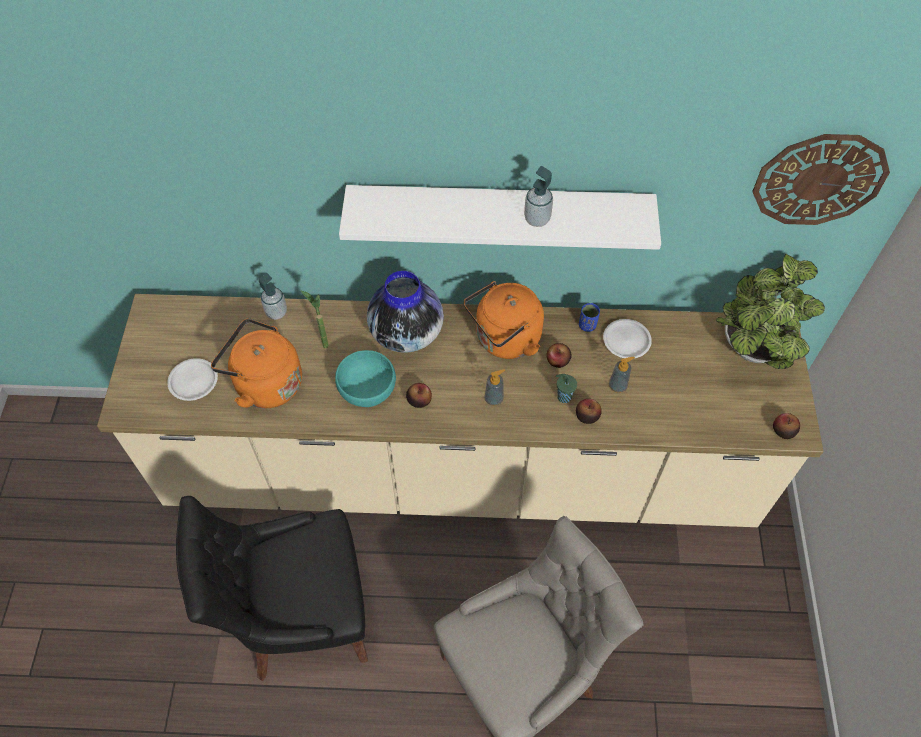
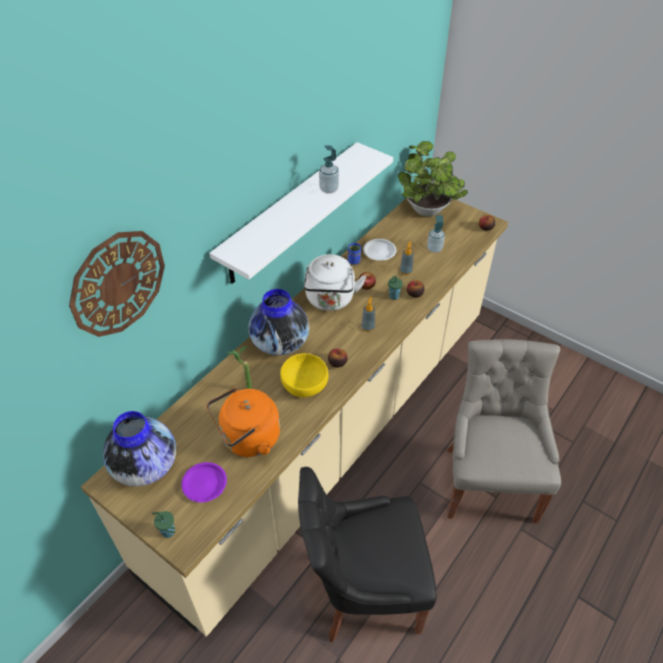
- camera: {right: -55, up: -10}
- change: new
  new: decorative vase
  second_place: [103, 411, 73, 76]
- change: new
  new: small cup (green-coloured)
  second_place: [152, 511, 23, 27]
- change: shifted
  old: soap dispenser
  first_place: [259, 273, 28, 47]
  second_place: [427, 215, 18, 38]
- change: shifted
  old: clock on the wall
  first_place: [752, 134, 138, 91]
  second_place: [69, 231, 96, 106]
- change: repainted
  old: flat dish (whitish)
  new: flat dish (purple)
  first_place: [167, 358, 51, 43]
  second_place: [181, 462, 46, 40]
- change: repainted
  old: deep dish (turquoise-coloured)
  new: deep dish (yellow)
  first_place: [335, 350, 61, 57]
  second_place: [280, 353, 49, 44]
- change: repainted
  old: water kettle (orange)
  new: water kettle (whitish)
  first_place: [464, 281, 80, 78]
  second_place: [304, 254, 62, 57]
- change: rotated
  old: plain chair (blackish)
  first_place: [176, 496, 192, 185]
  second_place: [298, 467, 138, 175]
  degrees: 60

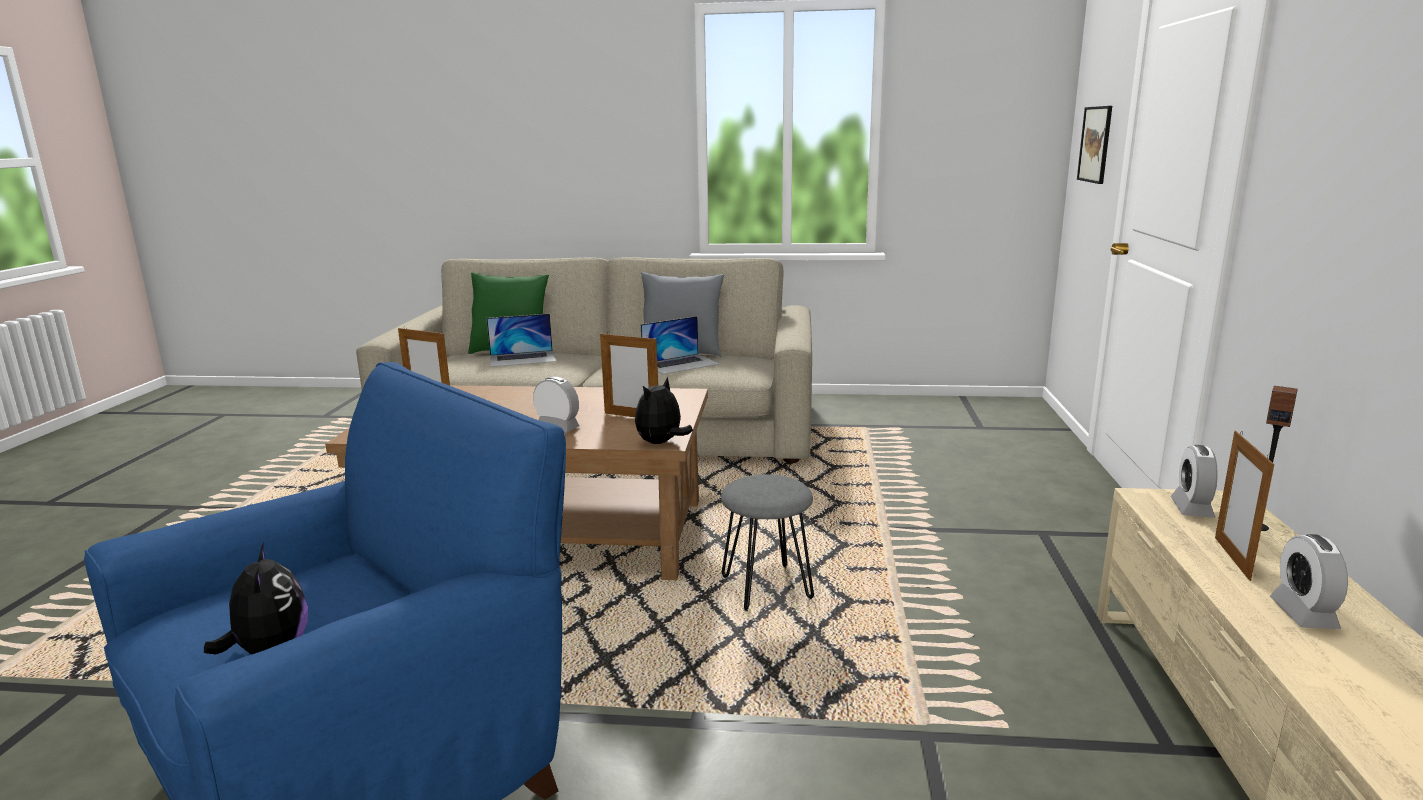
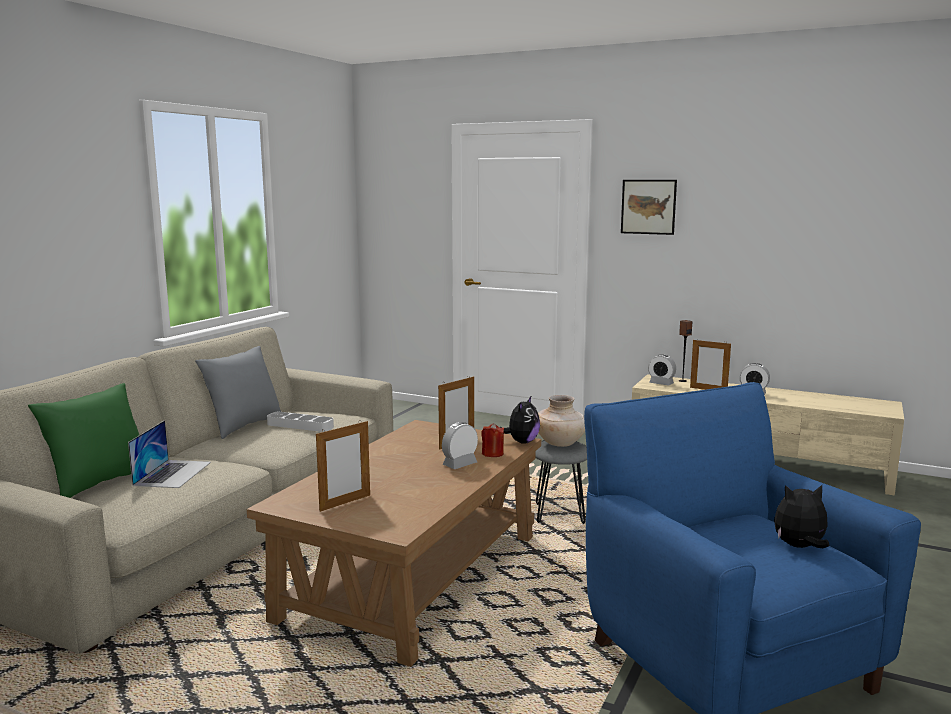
- camera: {right: -70, up: -5}
- change: new
  new: wax candle (reddish)
  second_place: [481, 423, 23, 34]
- change: new
  new: decorative vase (beige-coloured)
  second_place: [538, 395, 47, 52]
- change: shifted
  old: picture
  first_place: [1077, 106, 35, 78]
  second_place: [621, 180, 56, 55]
- change: swapped
  old: laptop
  new: carrying tray (grey)
  first_place: [641, 316, 79, 58]
  second_place: [267, 412, 67, 20]
- change: rotated
  old: plush toy
  first_place: [635, 377, 58, 67]
  second_place: [500, 397, 40, 47]
  degrees: -120

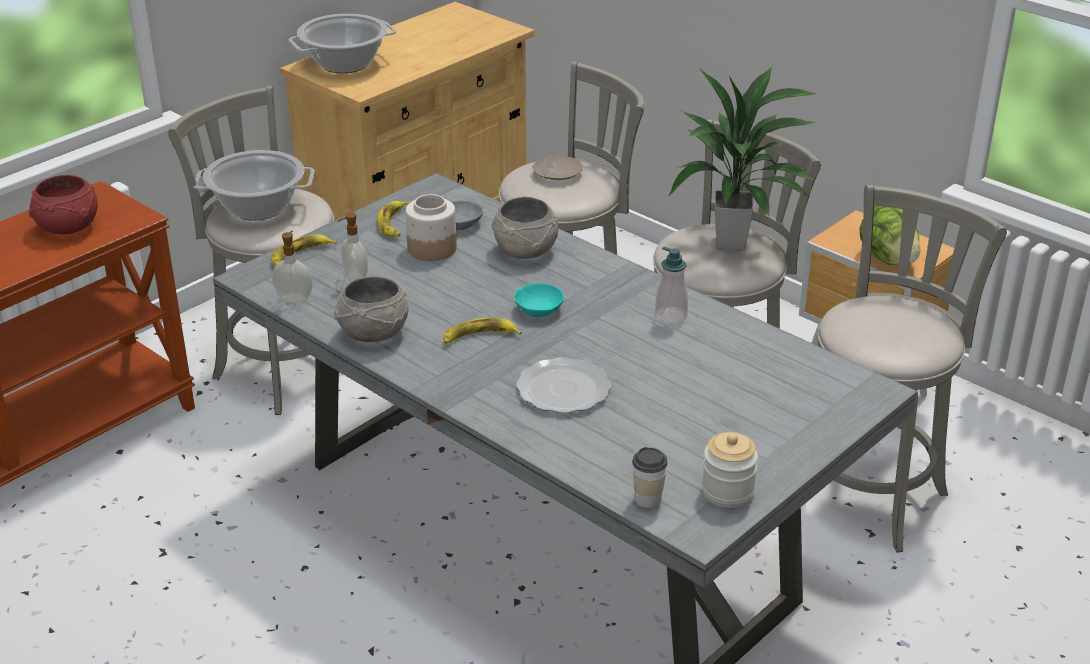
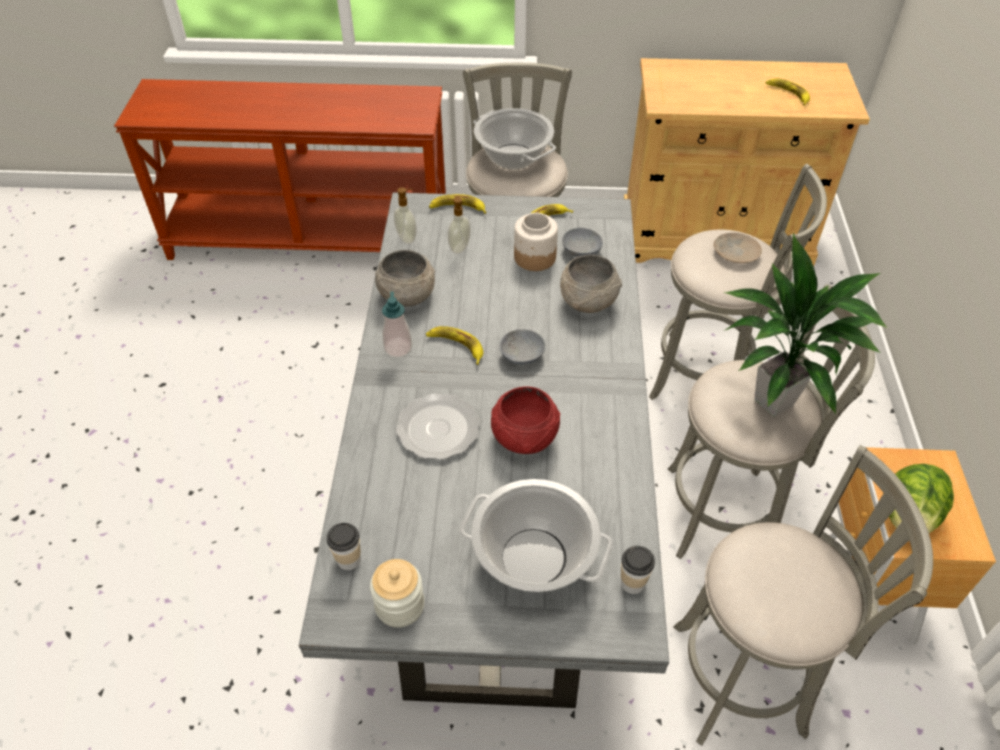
- camera: {right: 50, up: 15}
- change: new
  new: small cup
  second_place: [621, 546, 34, 48]
- change: new
  new: banana fruit
  second_place: [765, 78, 45, 28]
- change: shifted
  old: deep dish (reddish)
  first_place: [29, 175, 69, 59]
  second_place: [491, 387, 69, 67]
- change: shifted
  old: cooking pot
  first_place: [289, 14, 107, 59]
  second_place: [459, 479, 154, 113]
- change: shifted
  old: soap dispenser
  first_place: [655, 246, 33, 78]
  second_place: [382, 292, 30, 66]
- change: repainted
  old: deep dish (turquoise-coloured)
  new: deep dish (grey)
  first_place: [514, 283, 50, 34]
  second_place: [499, 329, 47, 36]

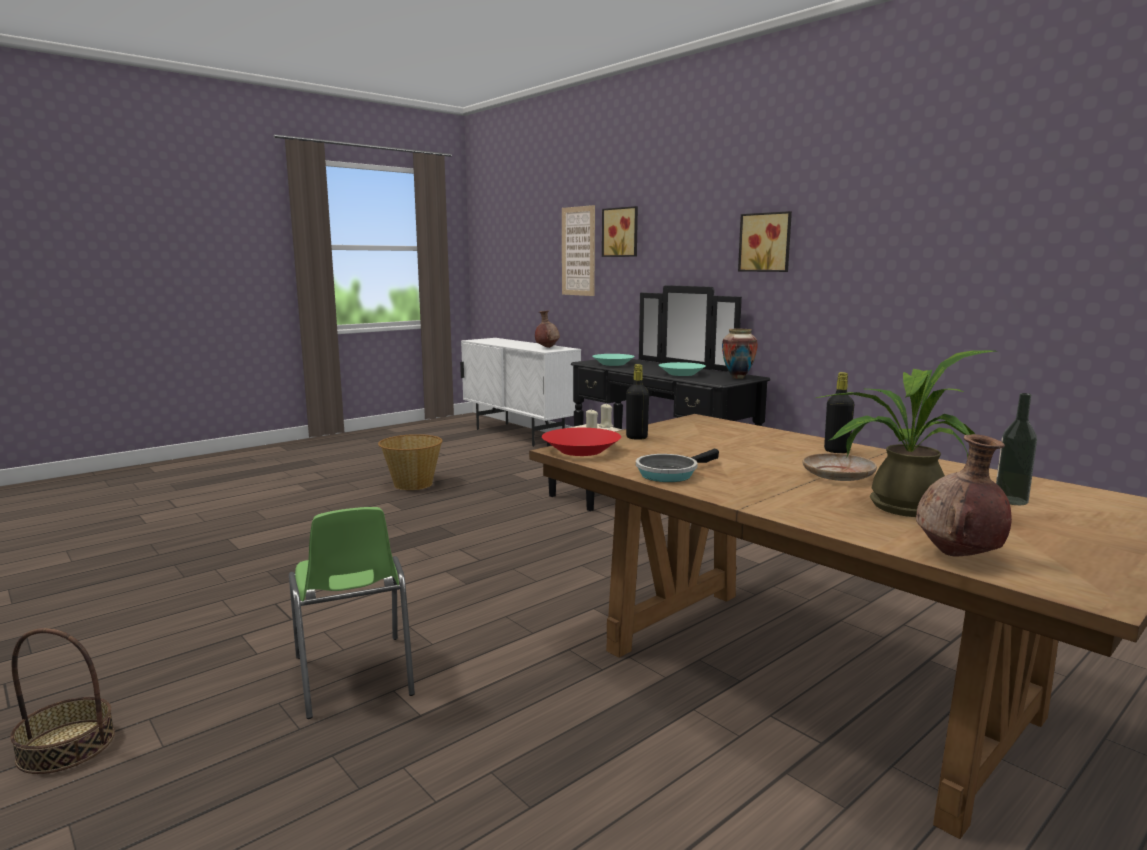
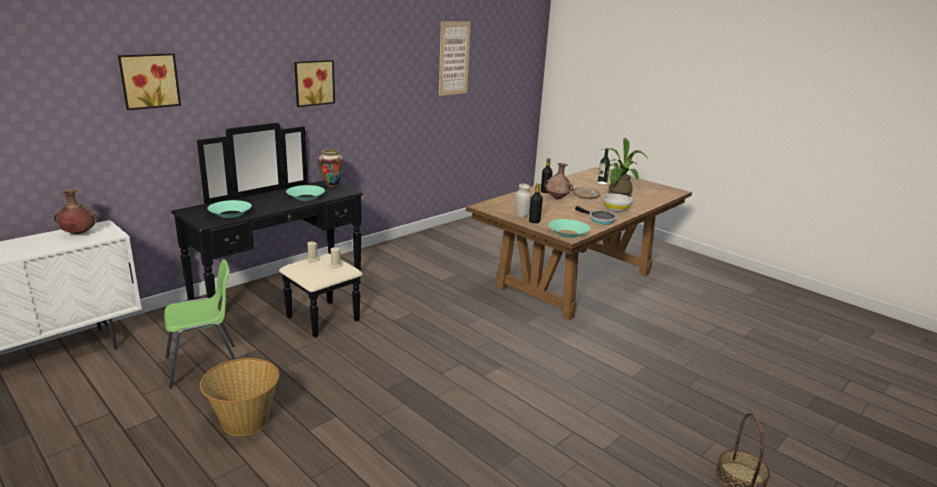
- camera: {right: -95, up: 10}
- change: new
  new: jar (whitish)
  second_place: [515, 184, 16, 34]
- change: new
  new: deep dish (whitish)
  second_place: [603, 194, 30, 18]
- change: shifted
  old: plain chair (green-coloured)
  first_place: [289, 507, 126, 212]
  second_place: [164, 259, 72, 130]
- change: shifted
  old: picture
  first_place: [562, 205, 33, 91]
  second_place: [439, 21, 32, 75]
- change: shifted
  old: decorative vase (brownish)
  first_place: [916, 434, 96, 122]
  second_place: [544, 163, 29, 36]
- change: repainted
  old: deep dish (reddish)
  new: deep dish (turquoise-coloured)
  first_place: [542, 428, 79, 28]
  second_place: [548, 219, 42, 19]

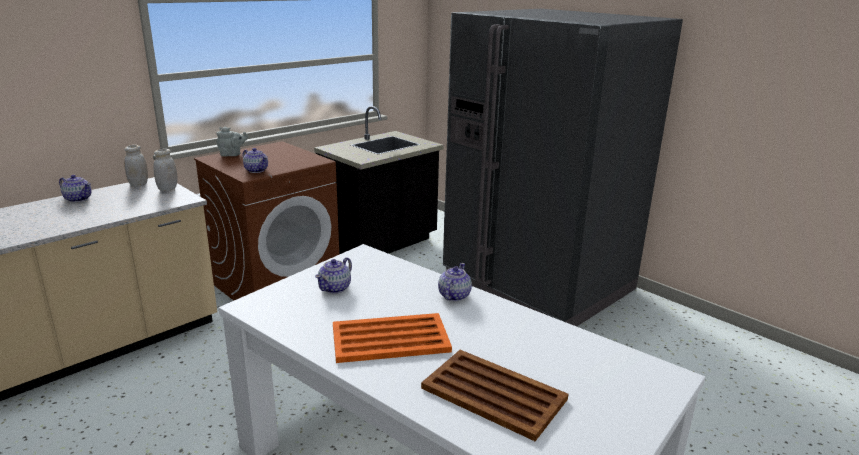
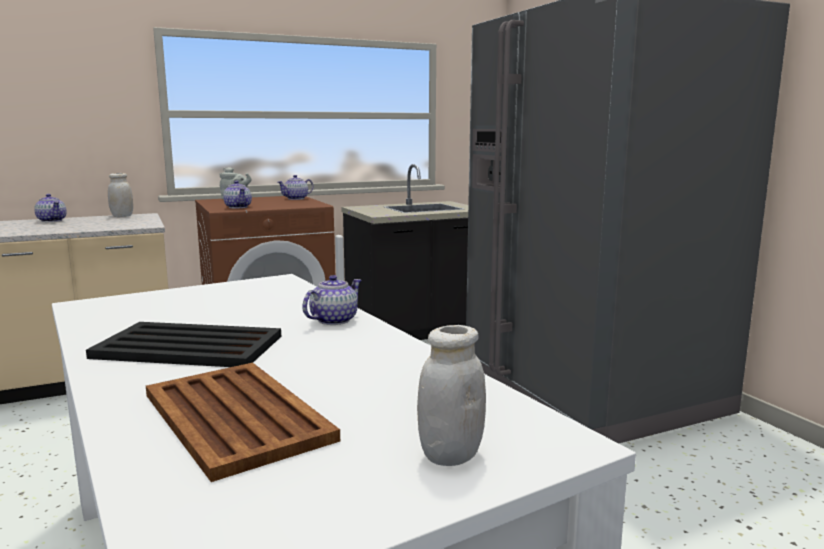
- camera: {right: 20, up: -10}
- change: shifted
  old: jar (whitish)
  first_place: [153, 149, 25, 42]
  second_place: [417, 325, 69, 141]
- change: shifted
  old: tea pot
  first_place: [315, 257, 37, 37]
  second_place: [278, 175, 35, 25]
- change: repainted
  old: carrying tray (orange)
  new: carrying tray (blackish)
  first_place: [333, 313, 119, 50]
  second_place: [86, 322, 195, 45]

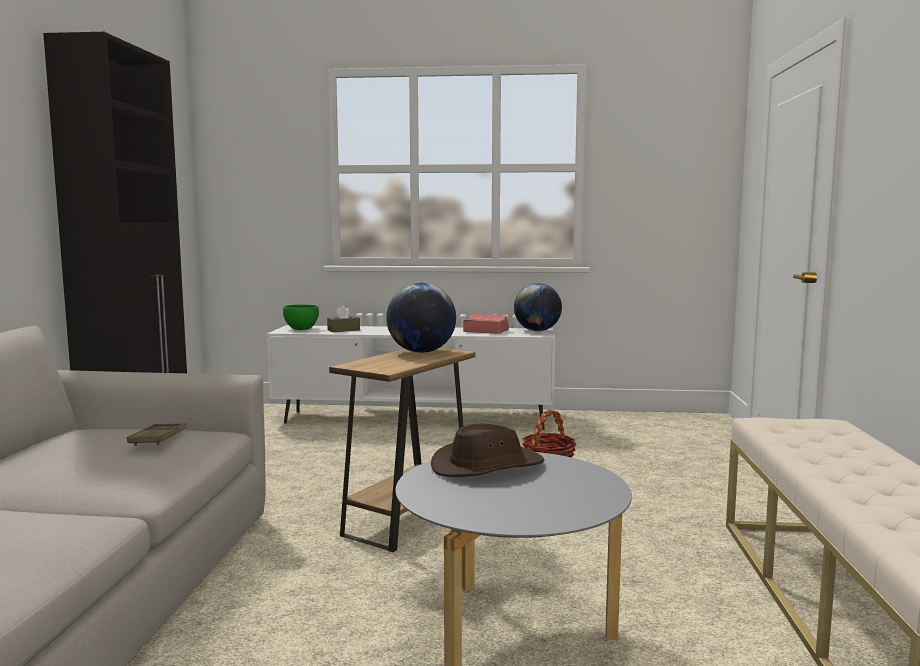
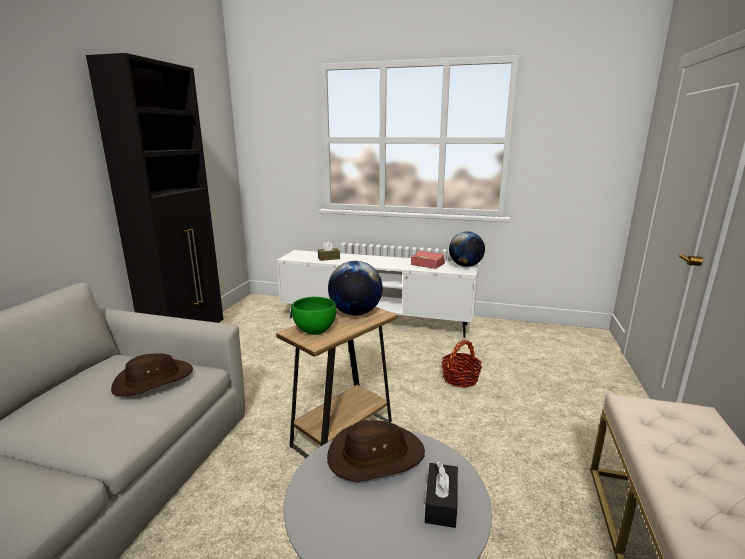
- camera: {right: 10, up: 10}
- change: new
  new: box of tissues (blackish)
  second_place: [425, 461, 33, 67]
- change: shifted
  old: deep dish (green-coloured)
  first_place: [283, 305, 36, 25]
  second_place: [291, 297, 46, 38]
- change: swapped
  old: carrying tray (brownish)
  new: hat (brownish)
  first_place: [127, 422, 60, 24]
  second_place: [111, 354, 82, 43]

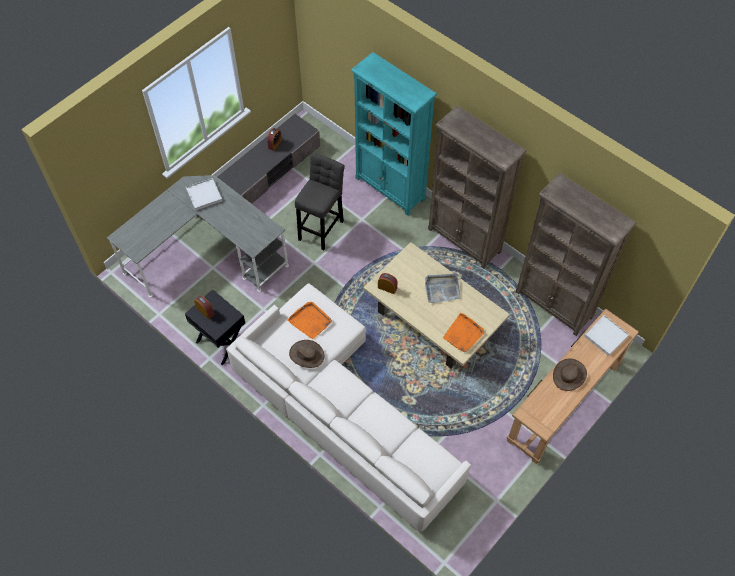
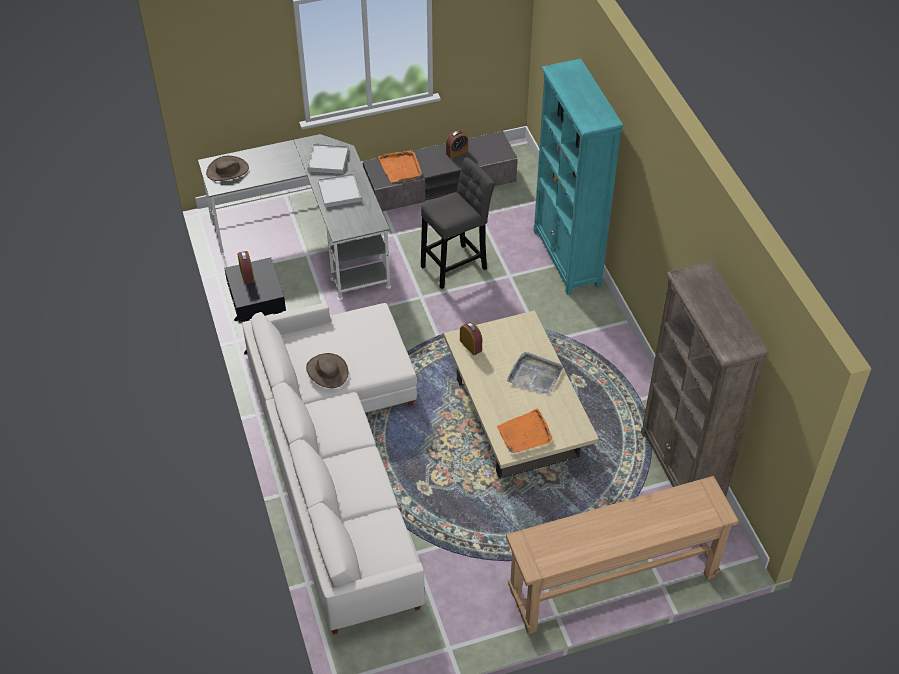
- camera: {right: 30, up: -10}
- change: gone
  old: bookshelf (brownish)
  first_place: [428, 106, 99, 163]
- change: shifted
  old: carrying tray (orange)
  first_place: [287, 302, 45, 37]
  second_place: [378, 151, 44, 32]
- change: shifted
  old: hat (brownish)
  first_place: [553, 358, 34, 33]
  second_place: [206, 156, 43, 25]
- change: shifted
  old: carrying tray (whitish)
  first_place: [584, 315, 45, 41]
  second_place: [318, 173, 43, 35]

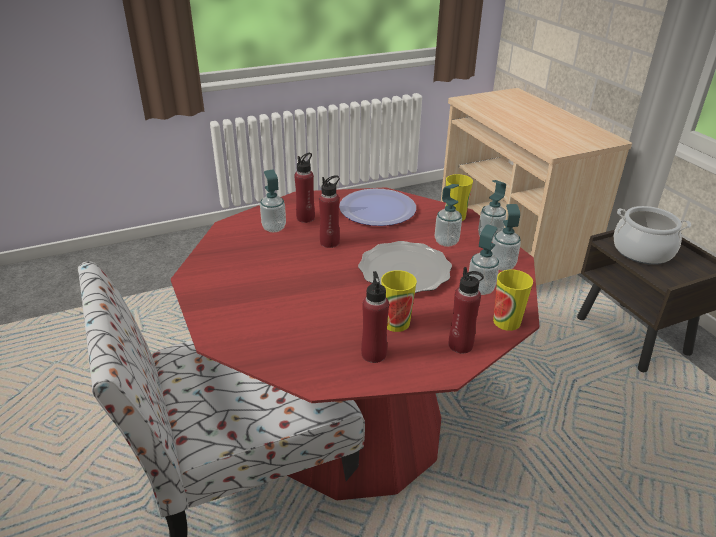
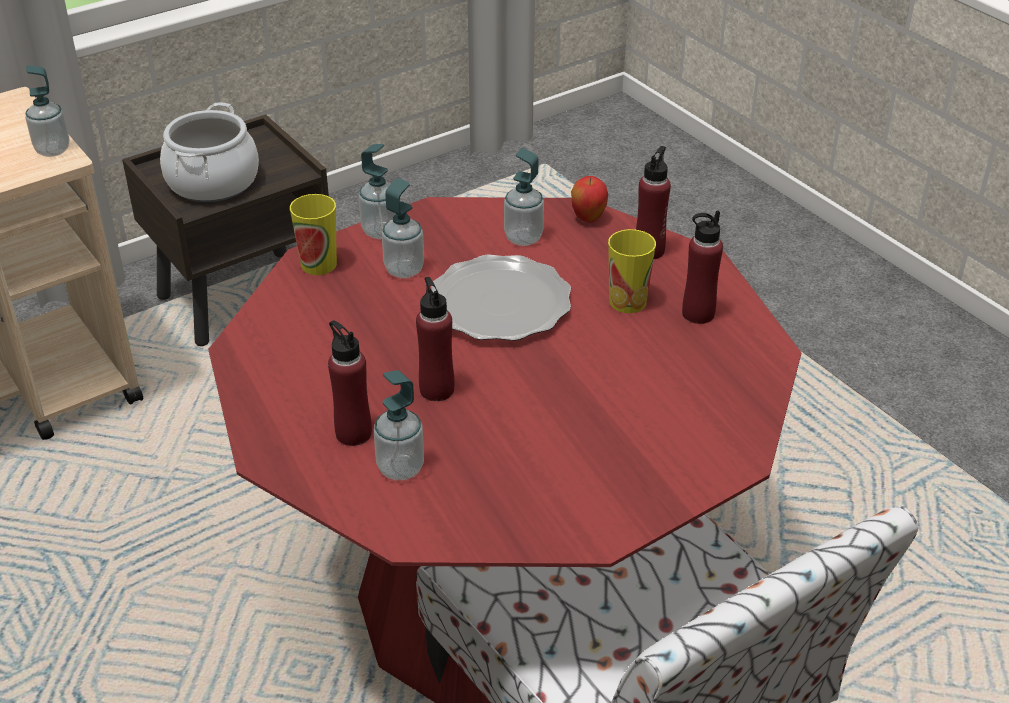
- camera: {right: -100, up: 5}
- change: gone
  old: flat dish
  first_place: [339, 189, 77, 37]
- change: shifted
  old: soap dispenser
  first_place: [491, 204, 30, 67]
  second_place: [25, 65, 44, 92]
- change: swapped
  old: small cup
  new: whole apple
  first_place: [493, 270, 40, 61]
  second_place: [571, 176, 37, 47]

